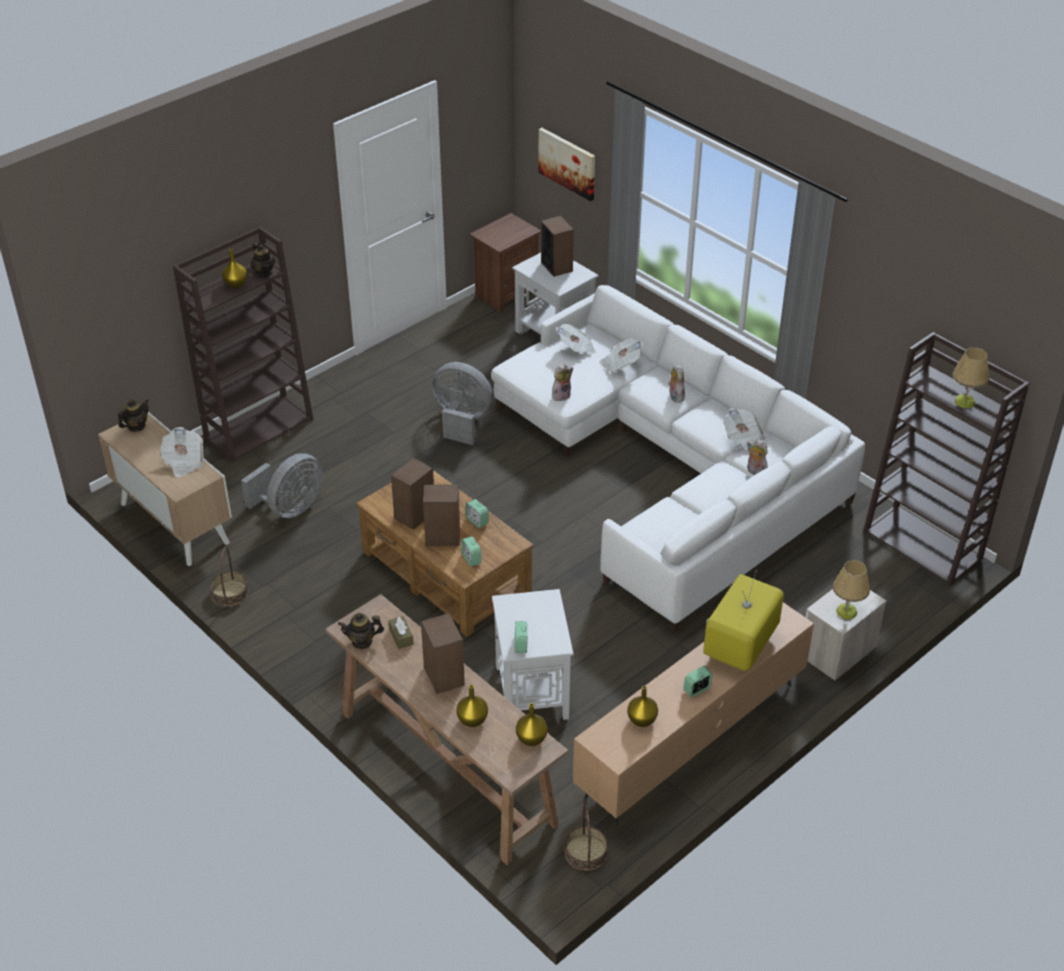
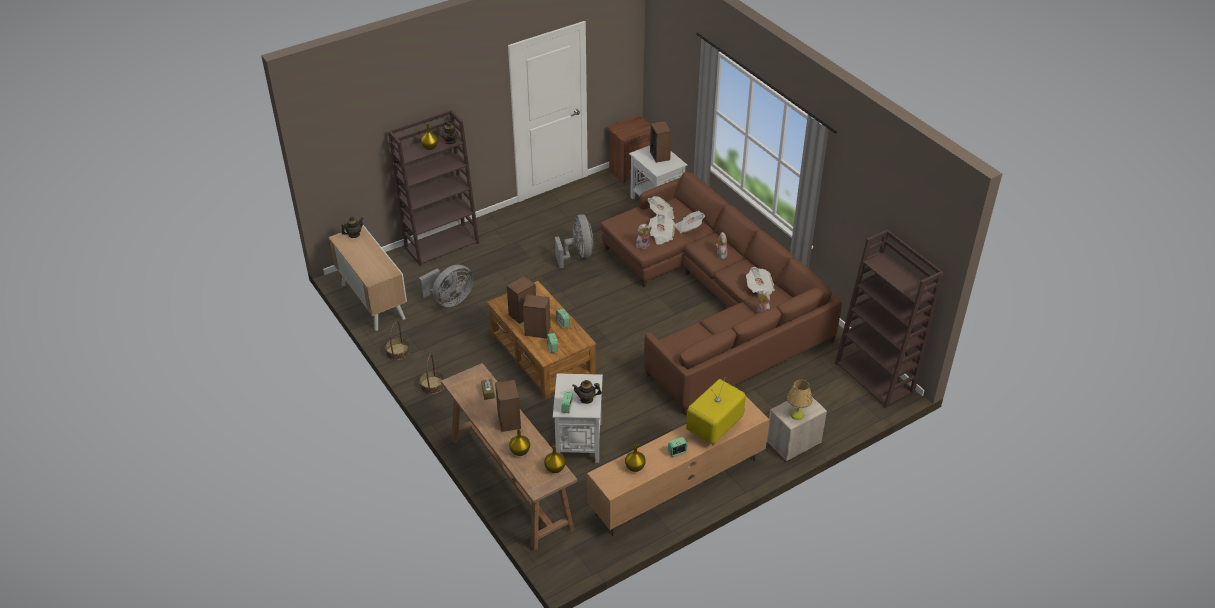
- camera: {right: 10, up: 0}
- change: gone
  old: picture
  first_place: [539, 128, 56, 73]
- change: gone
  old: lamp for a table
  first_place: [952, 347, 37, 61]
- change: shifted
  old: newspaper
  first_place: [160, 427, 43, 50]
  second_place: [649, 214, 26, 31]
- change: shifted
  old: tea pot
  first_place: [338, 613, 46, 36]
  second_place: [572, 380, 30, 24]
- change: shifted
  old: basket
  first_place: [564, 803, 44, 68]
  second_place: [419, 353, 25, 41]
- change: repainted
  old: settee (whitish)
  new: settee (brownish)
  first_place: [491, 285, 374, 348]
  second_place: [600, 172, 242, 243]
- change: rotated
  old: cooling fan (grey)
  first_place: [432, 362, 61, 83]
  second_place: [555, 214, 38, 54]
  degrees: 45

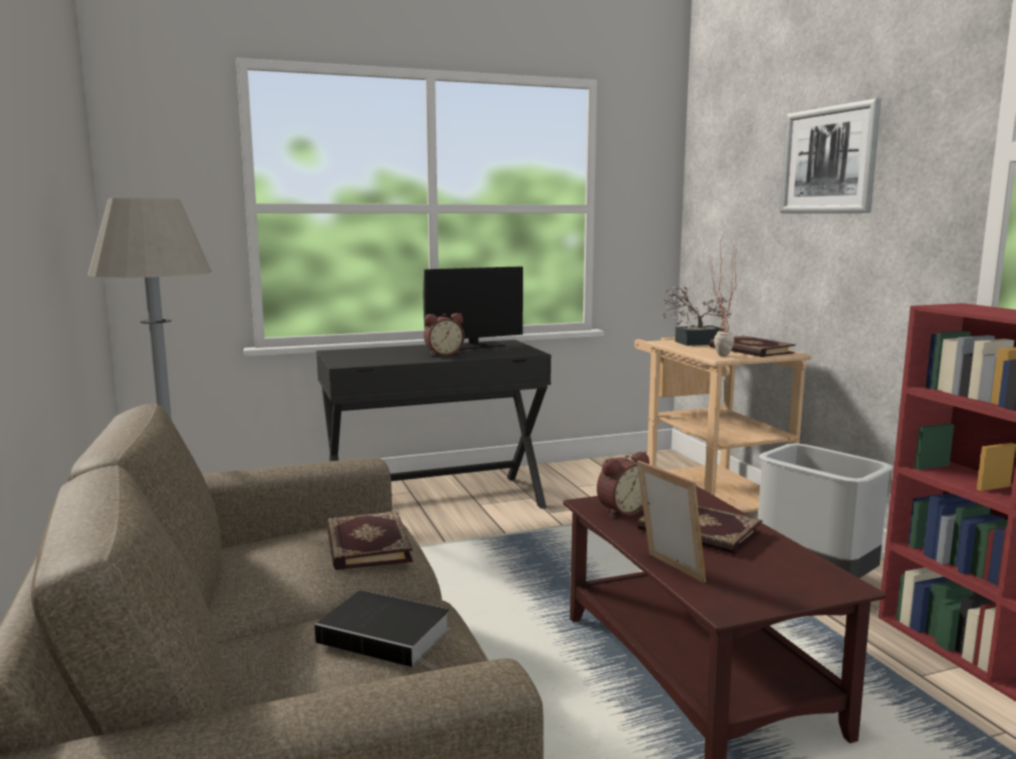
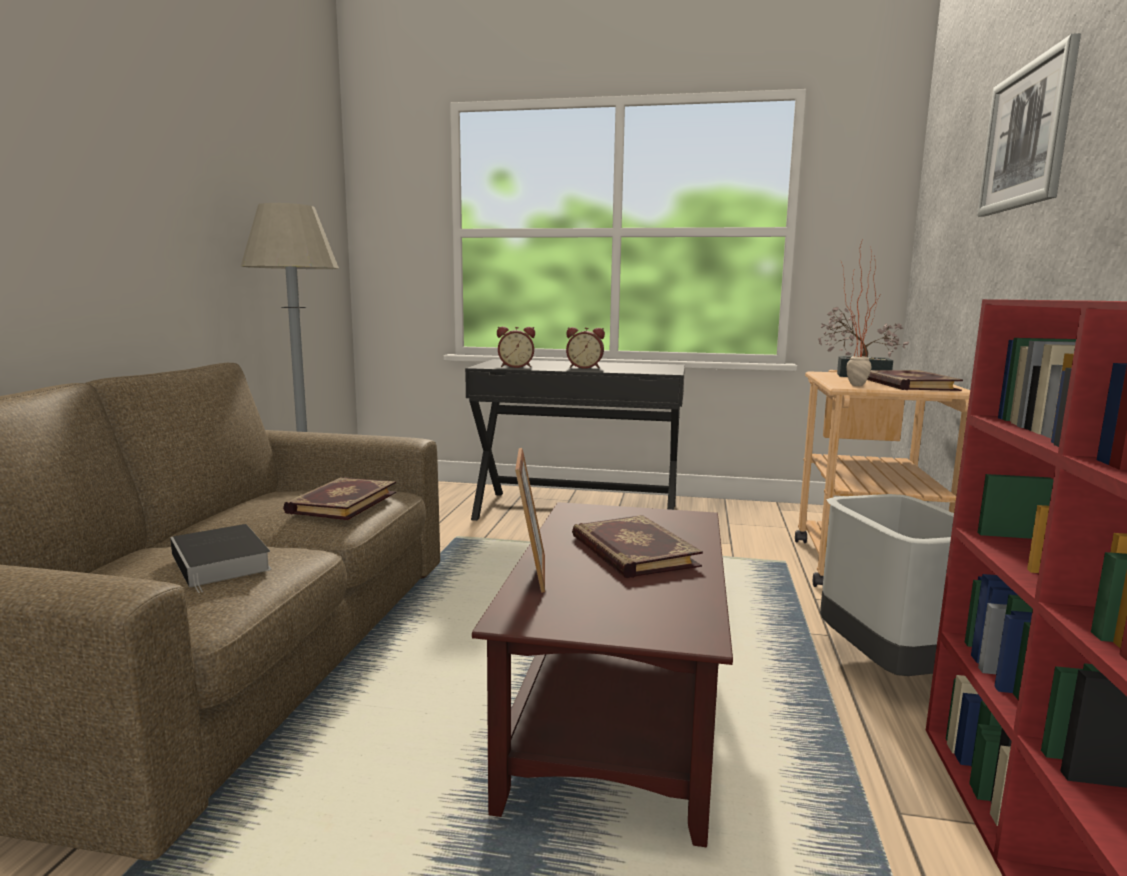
- camera: {right: 30, up: 0}
- change: gone
  old: computer screen
  first_place: [423, 267, 100, 83]
- change: shifted
  old: alarm clock
  first_place: [597, 451, 53, 66]
  second_place: [497, 327, 38, 41]

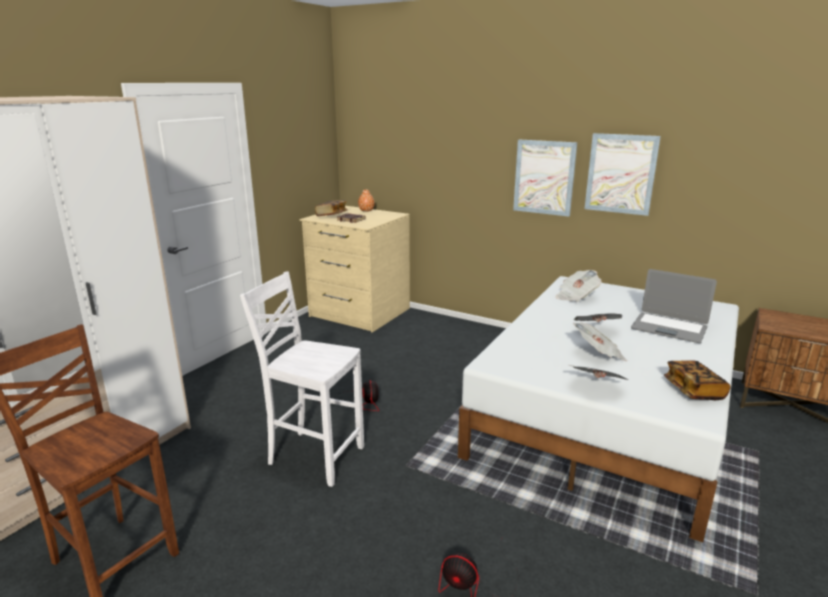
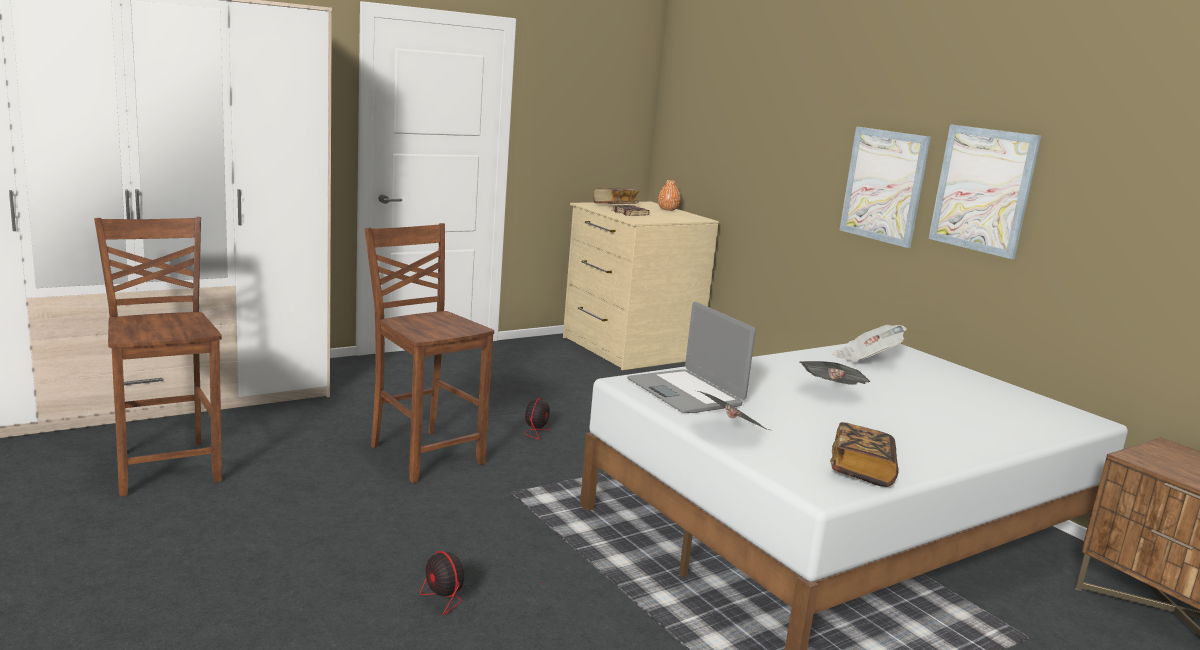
- camera: {right: 25, up: -5}
- change: gone
  old: newspaper
  first_place: [573, 323, 54, 38]
- change: shifted
  old: laptop
  first_place: [631, 269, 86, 74]
  second_place: [627, 302, 129, 111]
- change: repainted
  old: plain chair (whitish)
  new: plain chair (brownish)
  first_place: [240, 271, 124, 216]
  second_place: [364, 223, 130, 260]

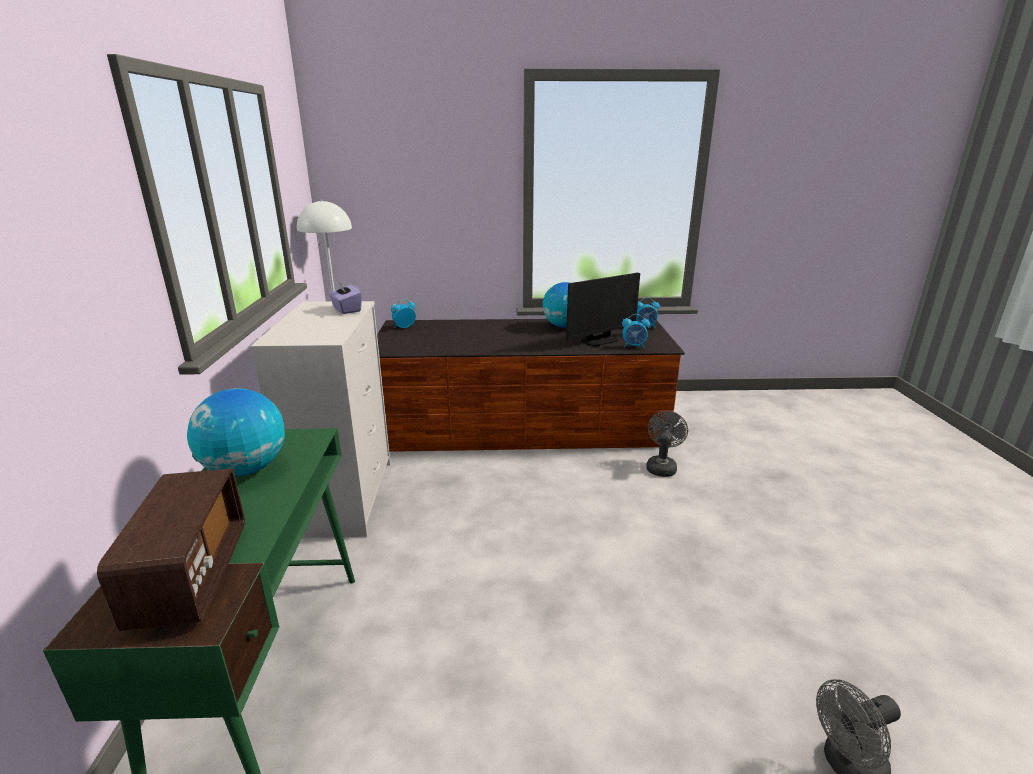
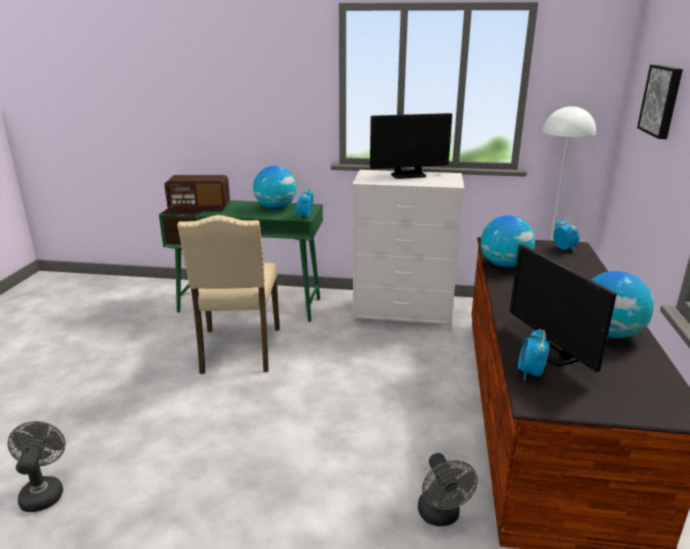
- camera: {right: 100, up: 0}
- change: gone
  old: box of tissues (purple)
  first_place: [328, 281, 34, 33]
- change: new
  new: plain chair (beige-coloured)
  second_place: [177, 215, 103, 159]
- change: new
  new: computer screen
  second_place: [370, 113, 82, 66]
- change: new
  new: globe
  second_place: [481, 215, 54, 53]
- change: new
  new: picture
  second_place: [637, 65, 46, 74]
- change: shifted
  old: alarm clock
  first_place: [636, 297, 24, 32]
  second_place: [296, 188, 17, 31]
- change: rotated
  old: cooling fan (grey)
  first_place: [646, 411, 42, 66]
  second_place: [418, 453, 60, 73]
  degrees: 45

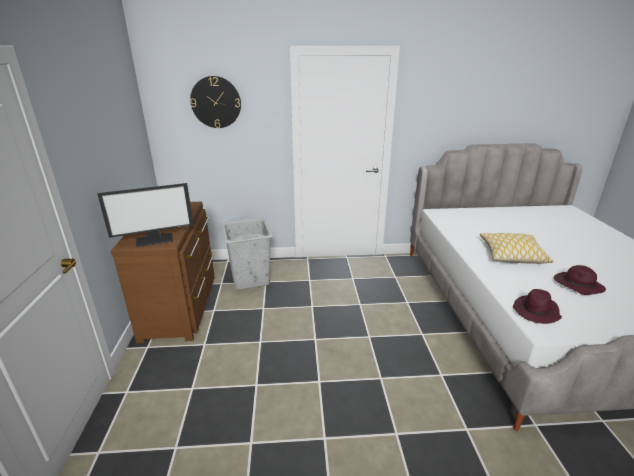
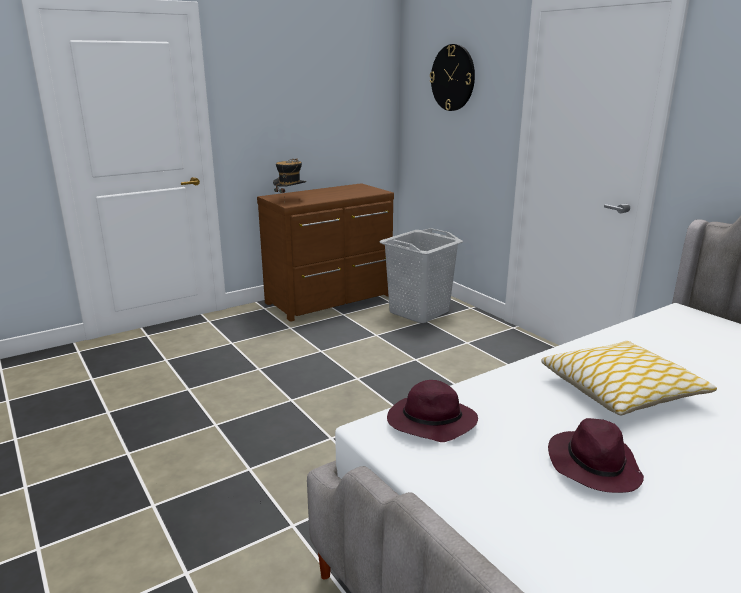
- camera: {right: 60, up: -5}
- change: swapped
  old: computer screen
  new: hat
  first_place: [97, 183, 97, 64]
  second_place: [273, 158, 33, 35]

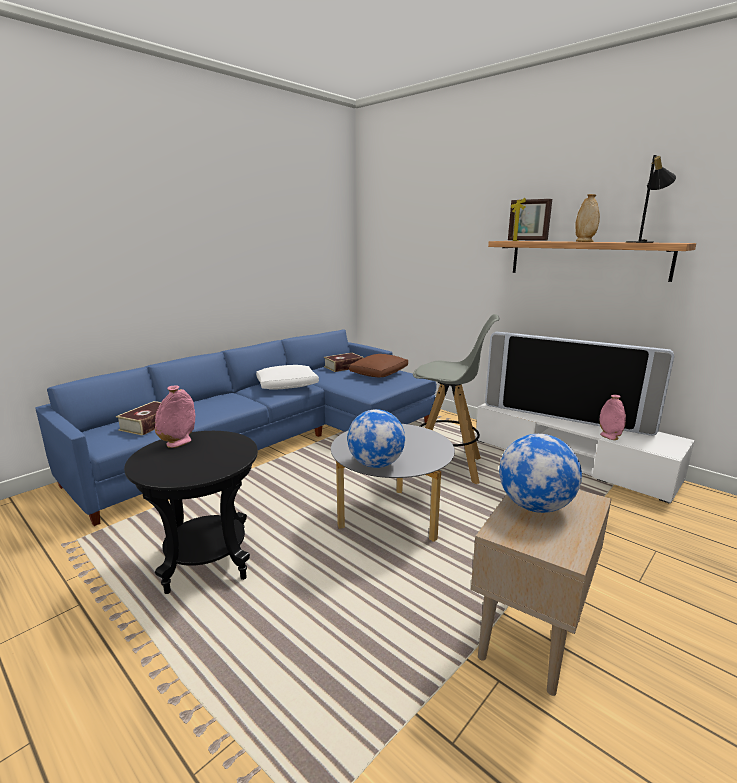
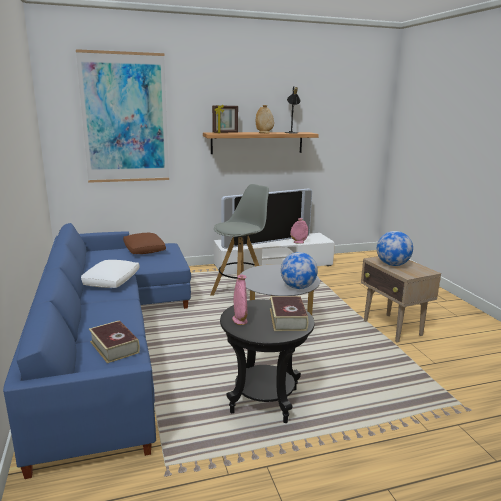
- camera: {right: -60, up: 0}
- change: new
  new: picture
  second_place: [76, 49, 93, 134]
- change: shifted
  old: book
  first_place: [324, 353, 39, 19]
  second_place: [270, 296, 38, 35]

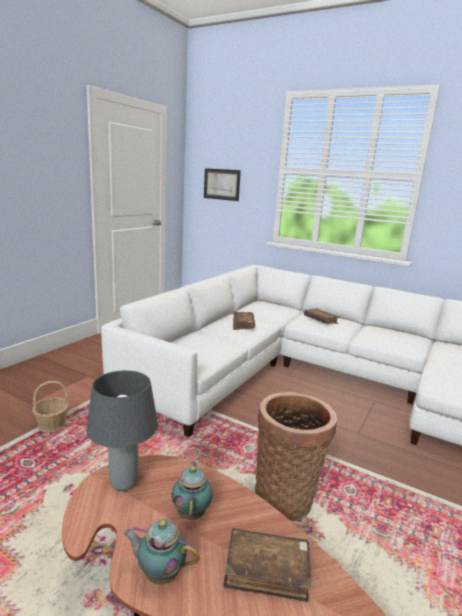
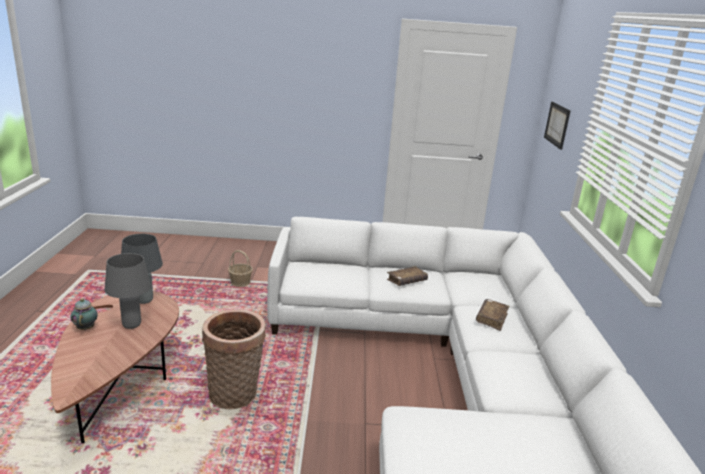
- camera: {right: 60, up: 5}
- change: gone
  old: book (brownish)
  first_place: [223, 528, 89, 74]
- change: swapped
  old: tea pot
  new: lamp for a table (grey)
  first_place: [172, 462, 41, 58]
  second_place: [105, 253, 46, 76]

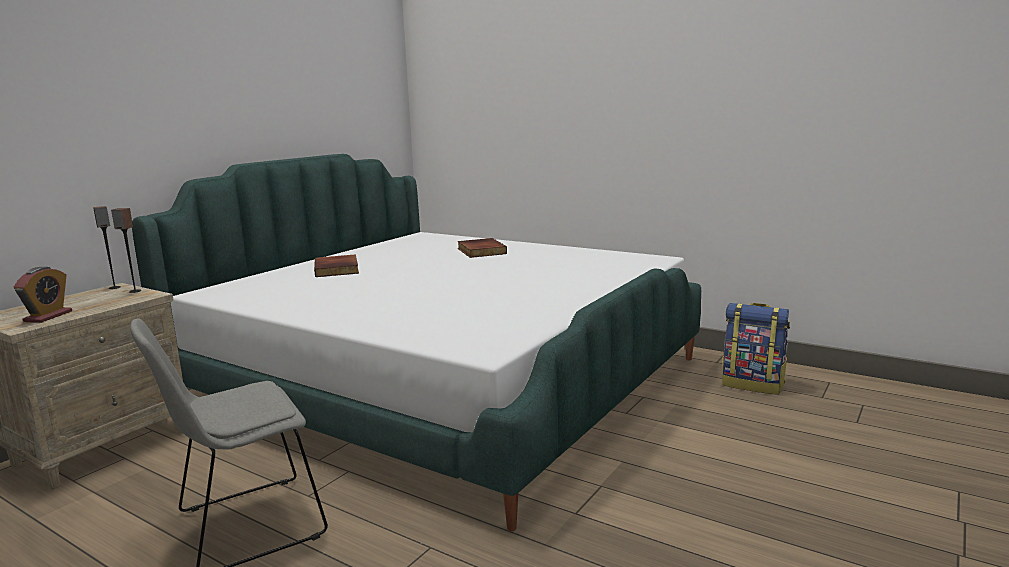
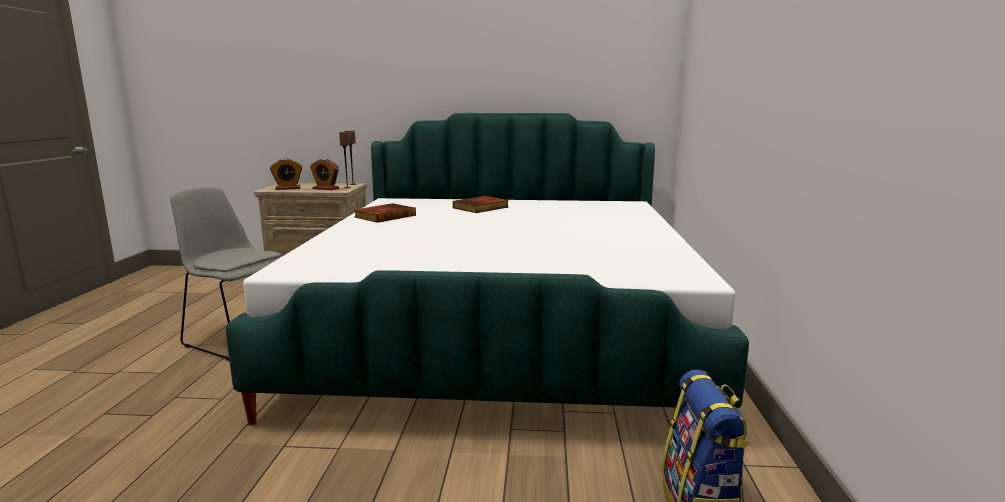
- camera: {right: 60, up: 0}
- change: new
  new: alarm clock
  second_place: [310, 159, 29, 31]
- change: shifted
  old: book
  first_place: [457, 238, 50, 20]
  second_place: [354, 203, 62, 20]

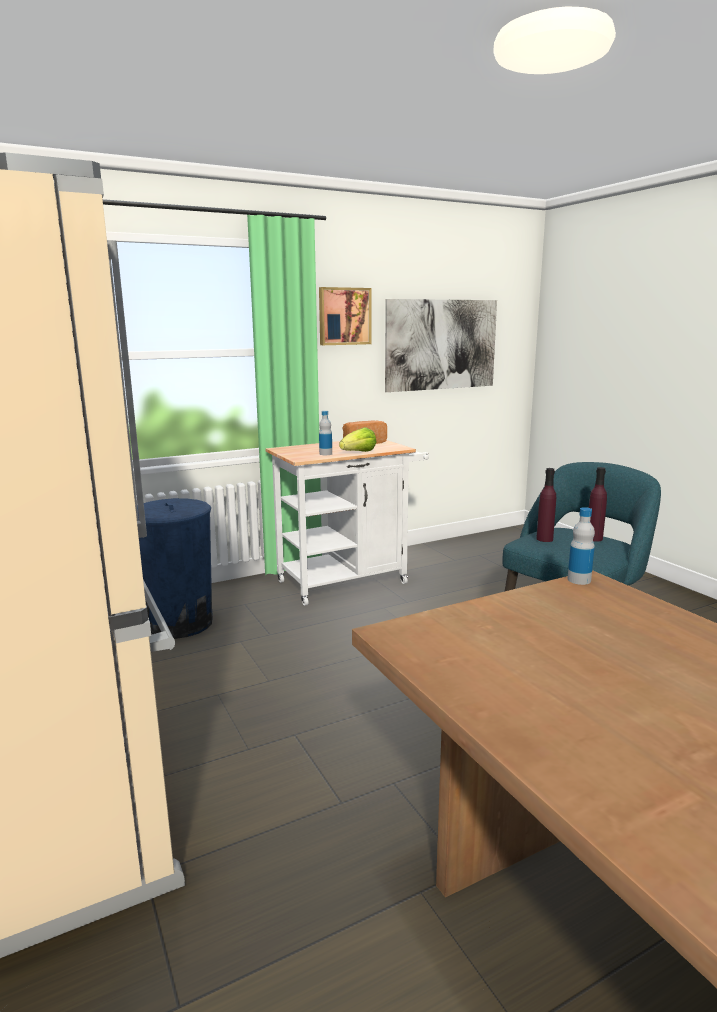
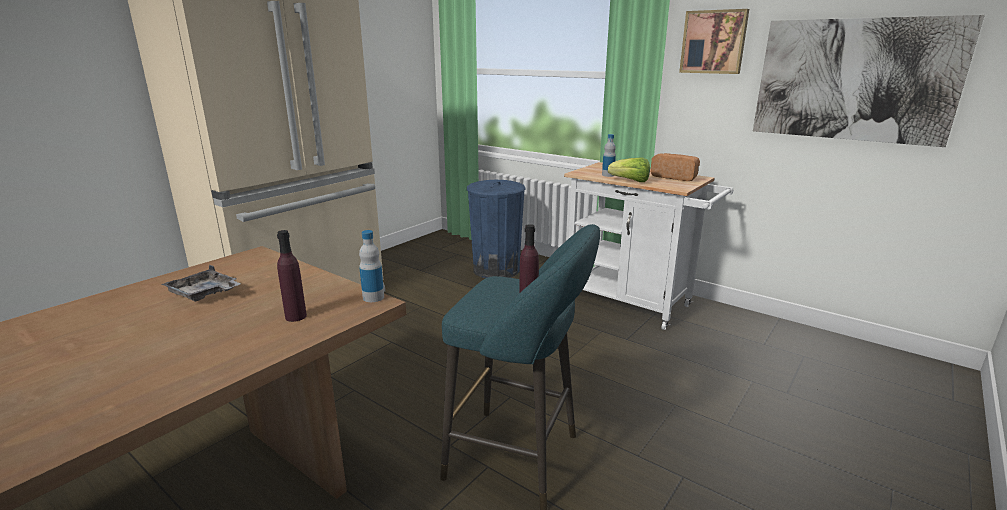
- camera: {right: 65, up: 5}
- change: new
  new: carrying tray (grey)
  second_place: [162, 265, 78, 36]
- change: shifted
  old: drink bottle (purple)
  first_place: [536, 468, 20, 74]
  second_place: [277, 230, 30, 92]

